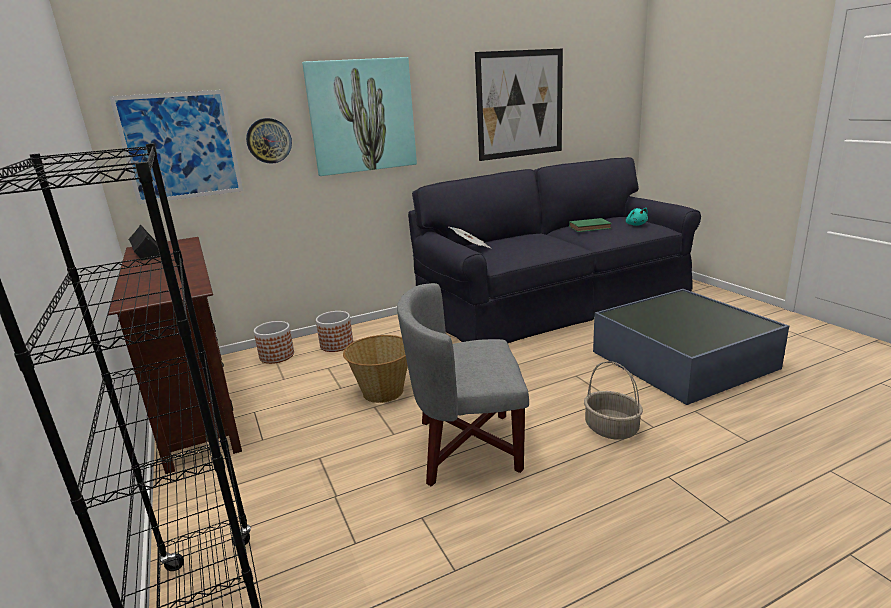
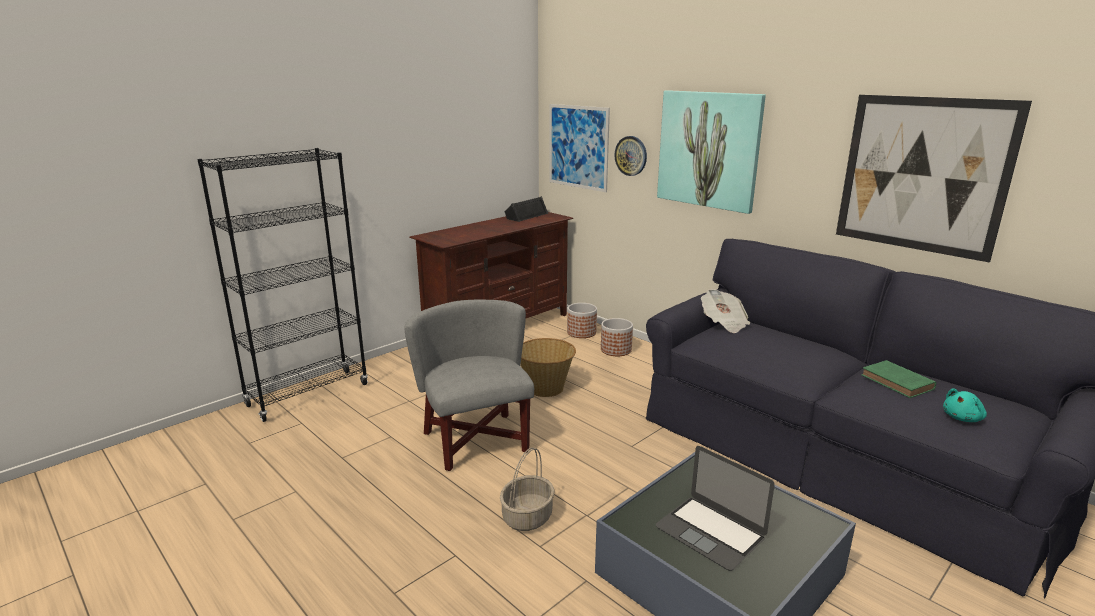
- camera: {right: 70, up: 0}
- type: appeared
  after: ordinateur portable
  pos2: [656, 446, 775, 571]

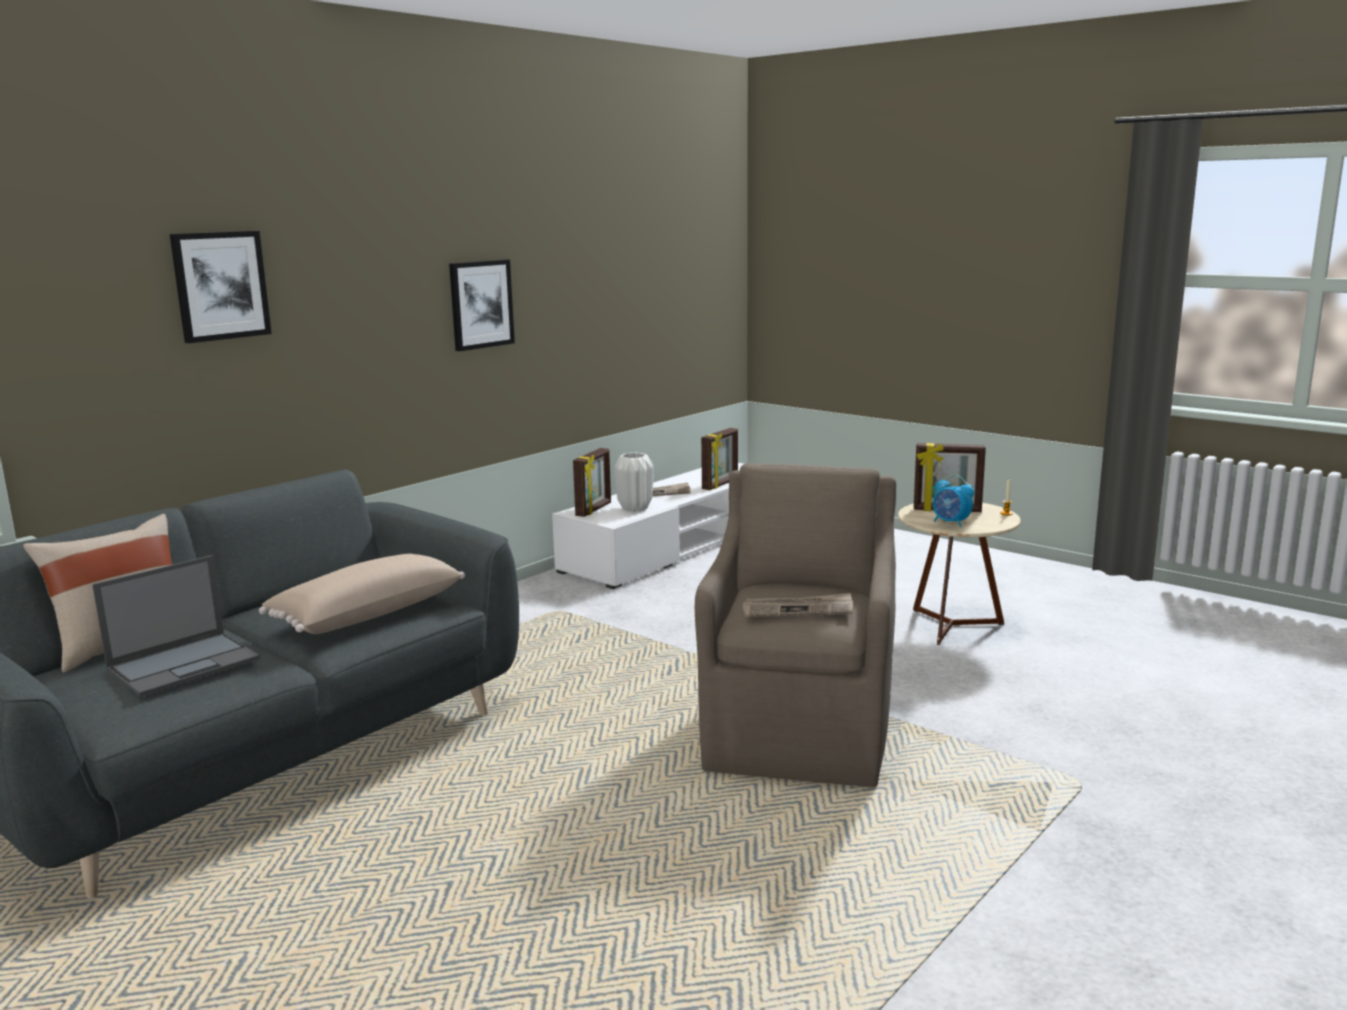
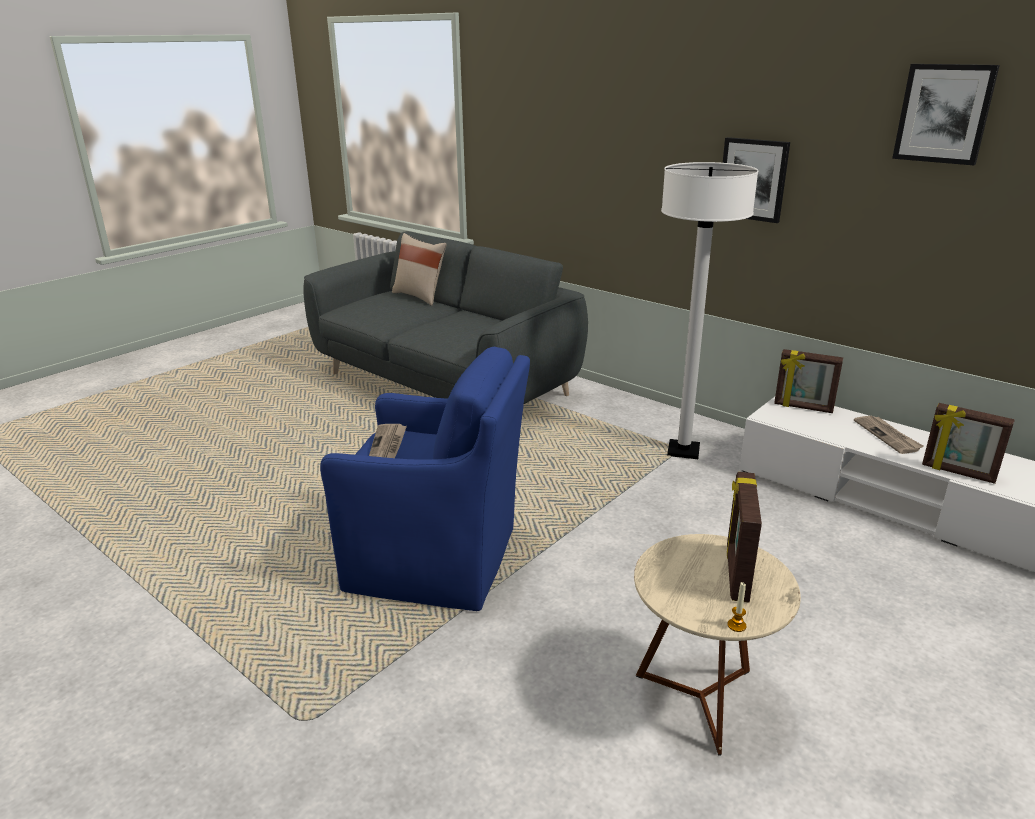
- camera: {right: 90, up: 10}
- type: missing
  before: ordinateur portable
  pos1: [92, 555, 260, 696]
- type: missing
  before: coussin/beige
  pos1: [259, 554, 465, 634]
- type: missing
  before: vase/blanc
  pos1: [614, 453, 654, 512]
- type: missing
  before: réveil
  pos1: [933, 475, 974, 527]
- type: appeared
  after: lampadaire/blanc
  pos2: [661, 162, 759, 459]
- type: relocated
  before: tableau
  pos1: [170, 231, 272, 343]
  pos2: [892, 64, 1000, 165]
- type: colour
  before: fauteuil/marron
  after: fauteuil/bleu
  pos1: [695, 463, 896, 787]
  pos2: [320, 347, 530, 611]

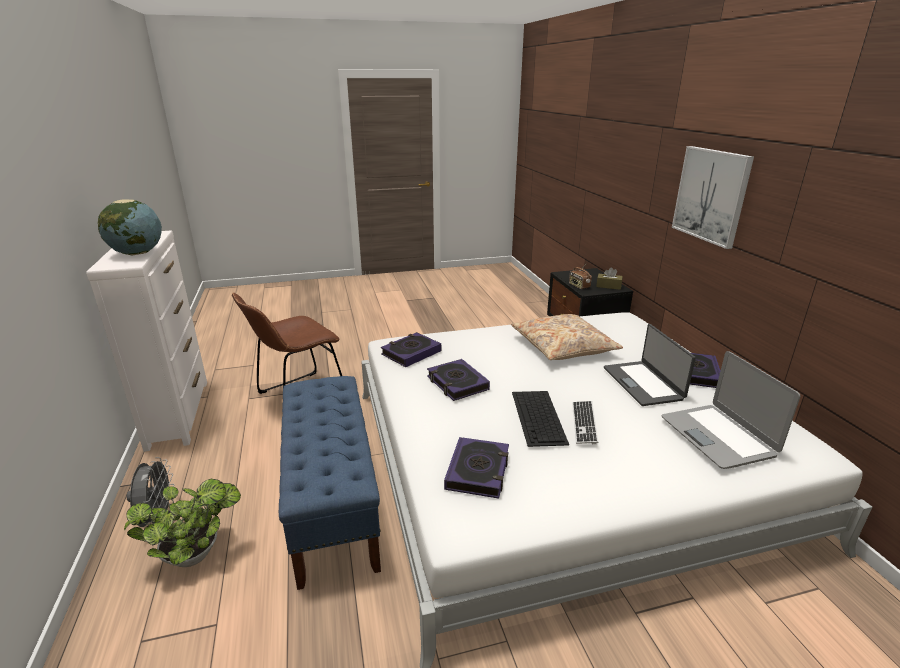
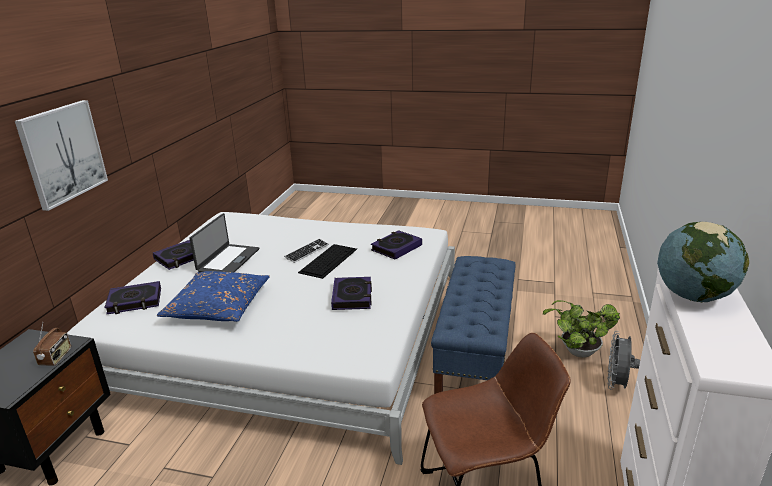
- camera: {right: -150, up: 0}
- type: missing
  before: boîte à mouchoirs/marron
  pos1: [596, 267, 623, 290]
- type: missing
  before: ordinateur portable
  pos1: [662, 351, 800, 469]
- type: relocated
  before: livre
  pos1: [381, 332, 442, 367]
  pos2: [104, 281, 161, 314]
- type: colour
  before: coussin/beige
  after: coussin/bleu
  pos1: [511, 314, 623, 360]
  pos2: [157, 271, 270, 322]

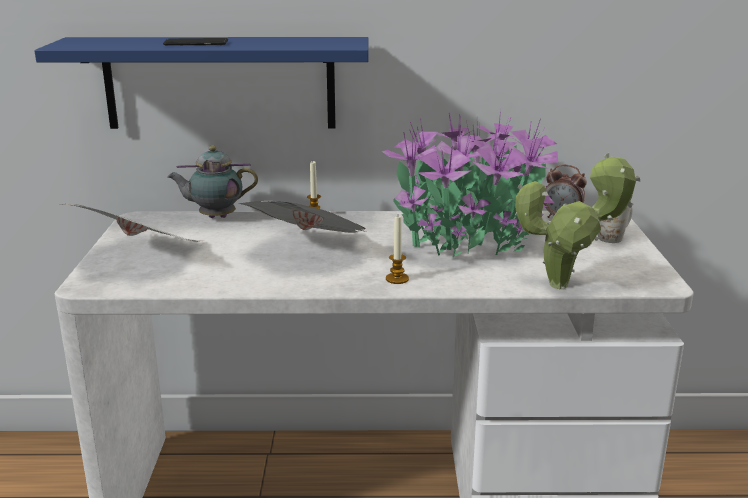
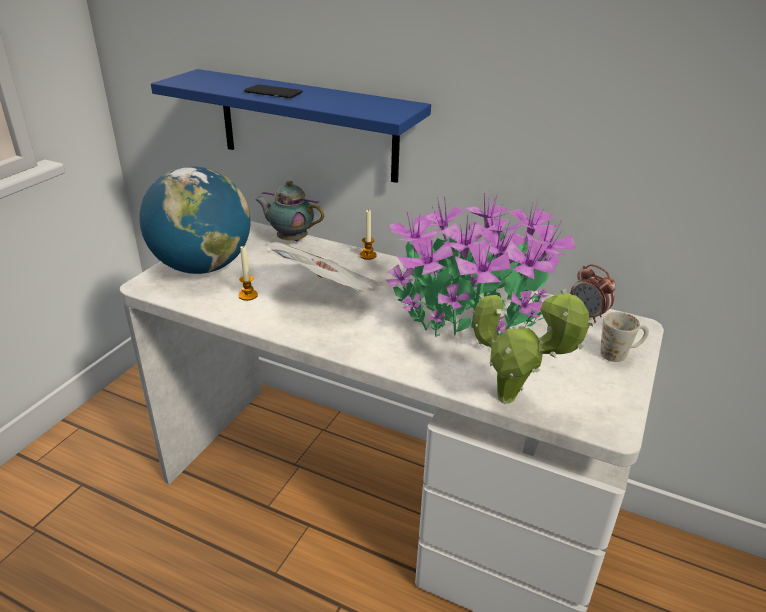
- camera: {right: 25, up: 10}
- type: relocated
  before: bougie
  pos1: [386, 216, 409, 284]
  pos2: [238, 246, 258, 301]
- type: exchanged
  before: journal
  after: globe
  pos1: [59, 204, 204, 242]
  pos2: [139, 166, 250, 274]

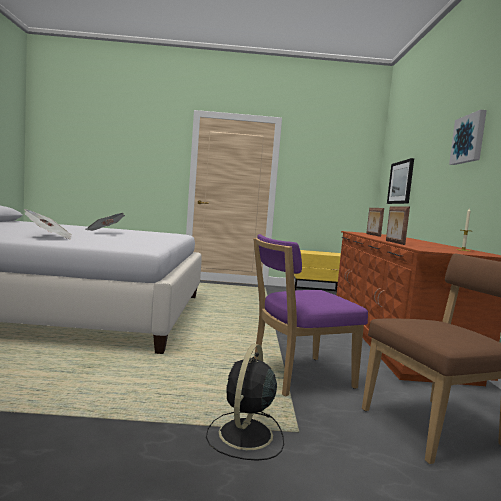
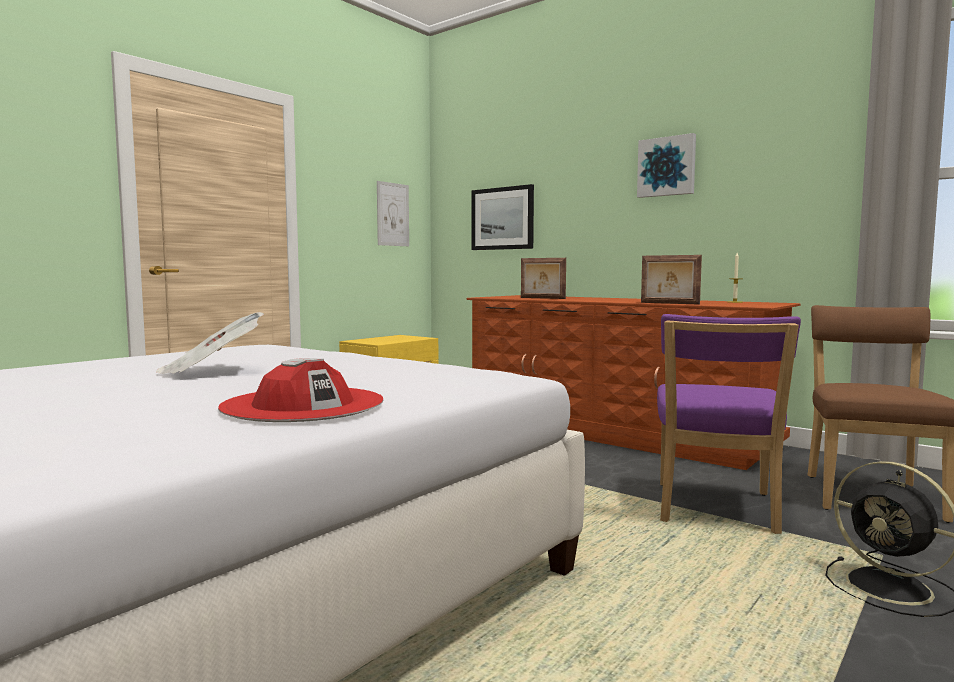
- camera: {right: -50, up: 0}
- type: appeared
  after: tableau
  pos2: [377, 181, 409, 246]
- type: exchanged
  before: journal
  after: chapeau/rouge
  pos1: [24, 209, 72, 239]
  pos2: [218, 358, 384, 422]

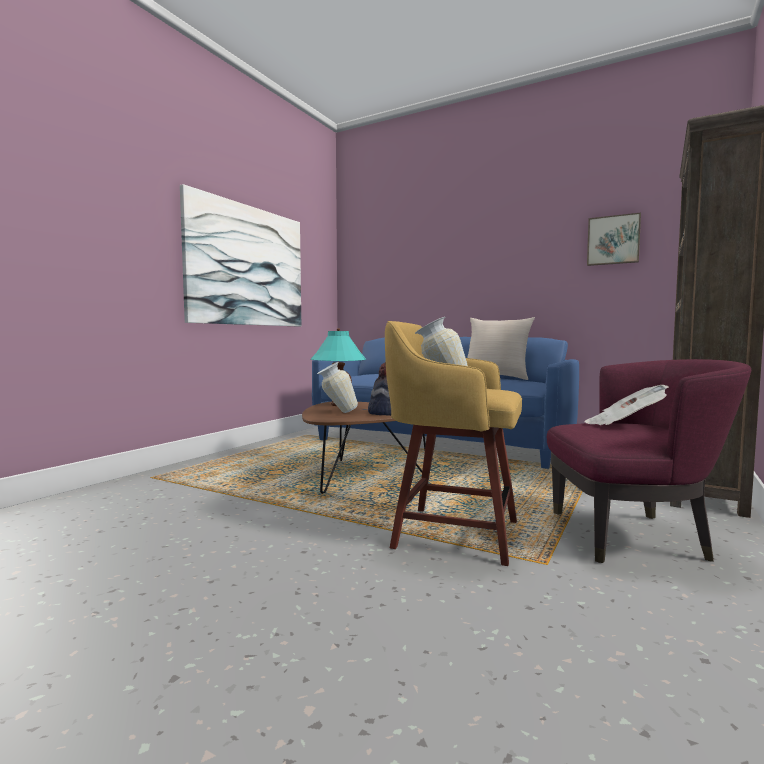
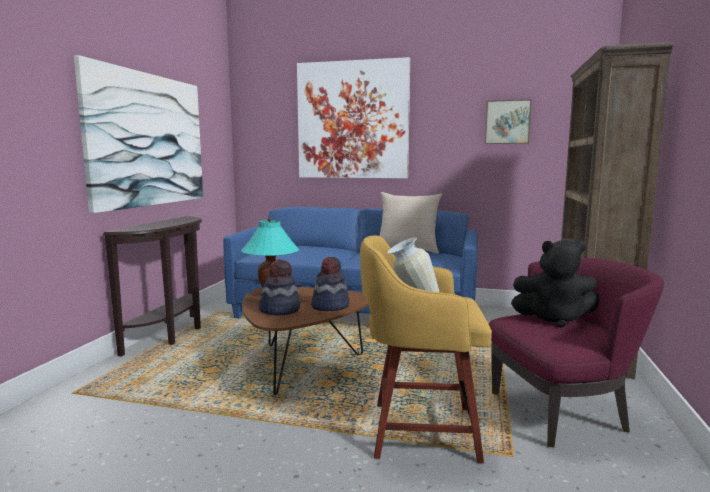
- camera: {right: -15, up: 5}
- type: appeared
  after: table console/marron
  pos2: [103, 216, 202, 357]
- type: appeared
  after: tableau
  pos2: [297, 57, 410, 178]
- type: exchanged
  before: vase
  after: chapeau
  pos1: [317, 362, 358, 413]
  pos2: [259, 259, 300, 315]
- type: exchanged
  before: journal
  after: peluche/noir
  pos1: [585, 385, 669, 425]
  pos2: [511, 240, 599, 327]

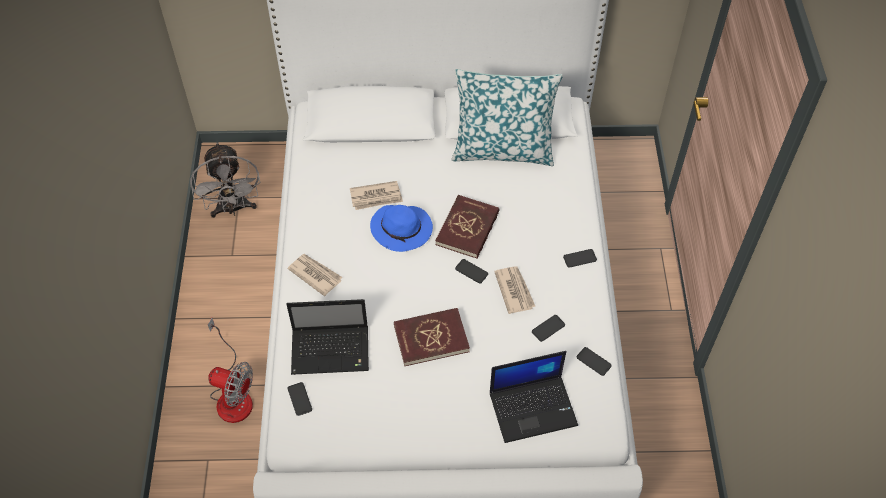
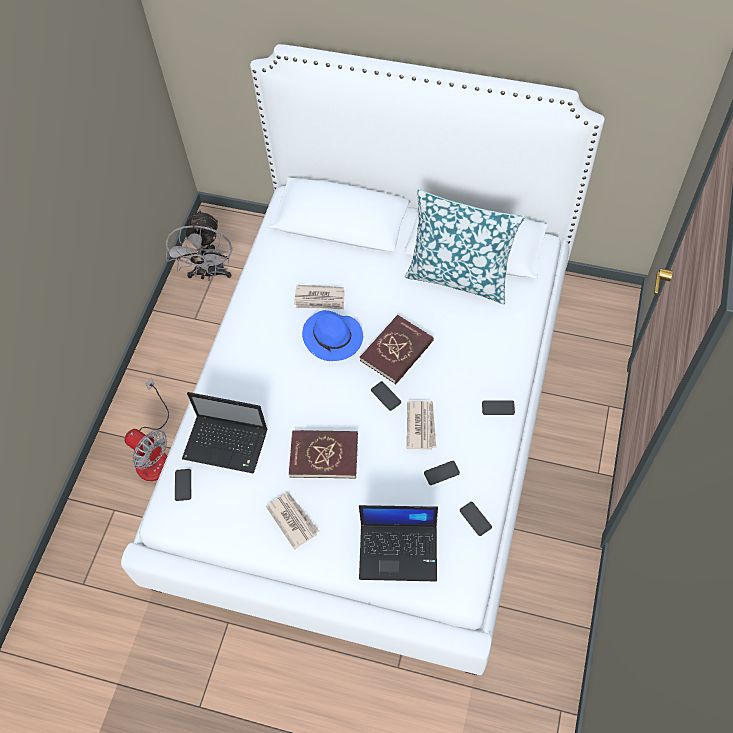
- camera: {right: 20, up: 5}
- type: relocated
  before: journal
  pos1: [288, 254, 343, 296]
  pos2: [266, 492, 319, 549]

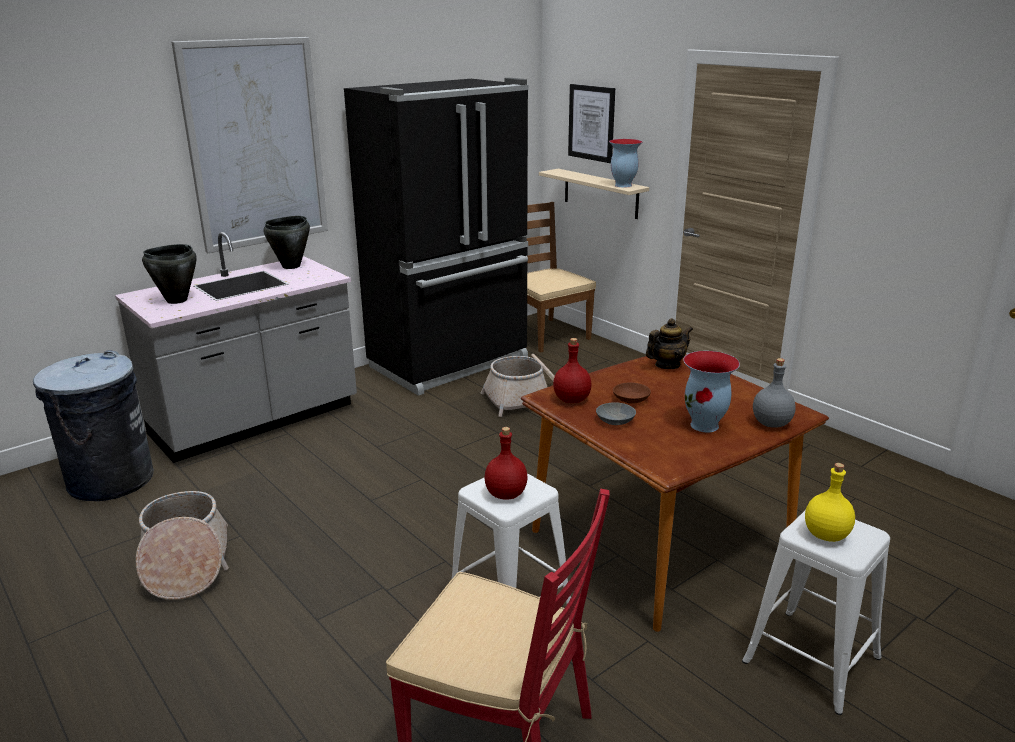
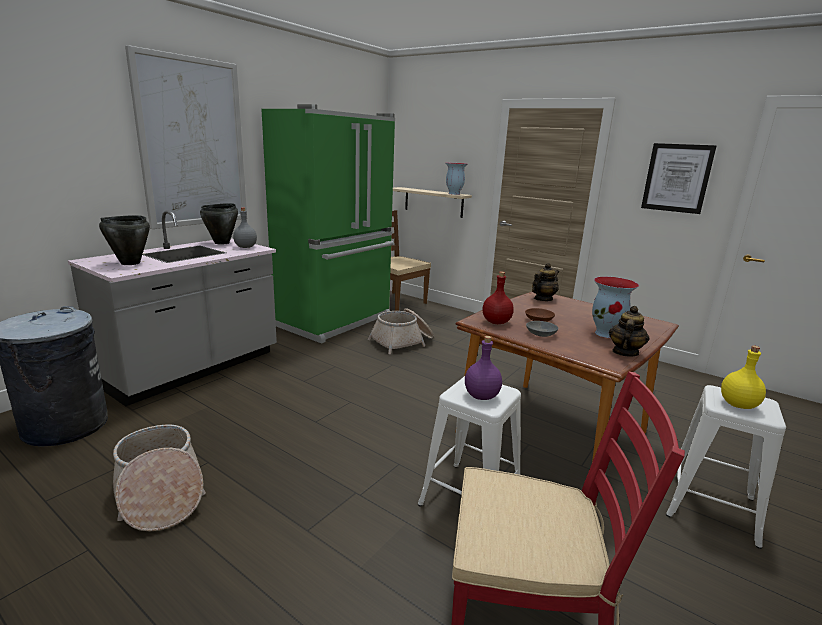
- camera: {right: -15, up: -5}
- type: appeared
  after: théière
  pos2: [609, 306, 649, 357]
- type: relocated
  before: tableau
  pos1: [568, 84, 615, 163]
  pos2: [641, 143, 717, 214]
- type: relocated
  before: bouteille/gris
  pos1: [753, 358, 796, 428]
  pos2: [233, 207, 257, 248]
- type: colour
  before: réfrigérateur/noir
  after: réfrigérateur/vert
  pos1: [344, 78, 528, 396]
  pos2: [261, 104, 395, 344]
- type: colour
  before: bouteille/rouge
  after: bouteille/violet
  pos1: [485, 427, 528, 499]
  pos2: [465, 336, 502, 400]

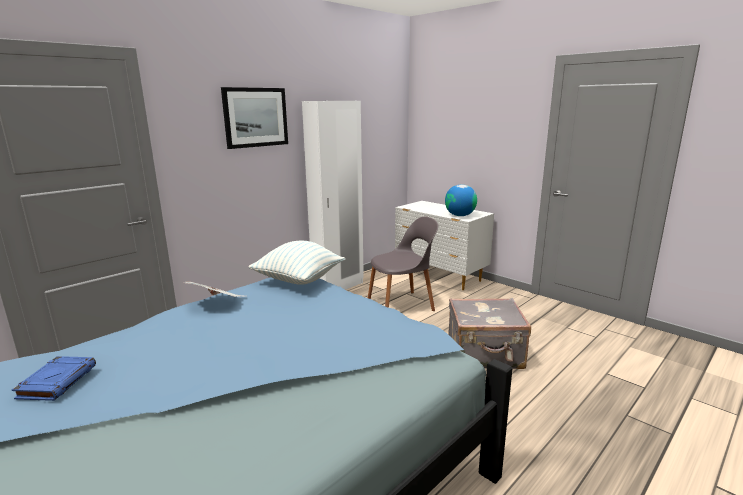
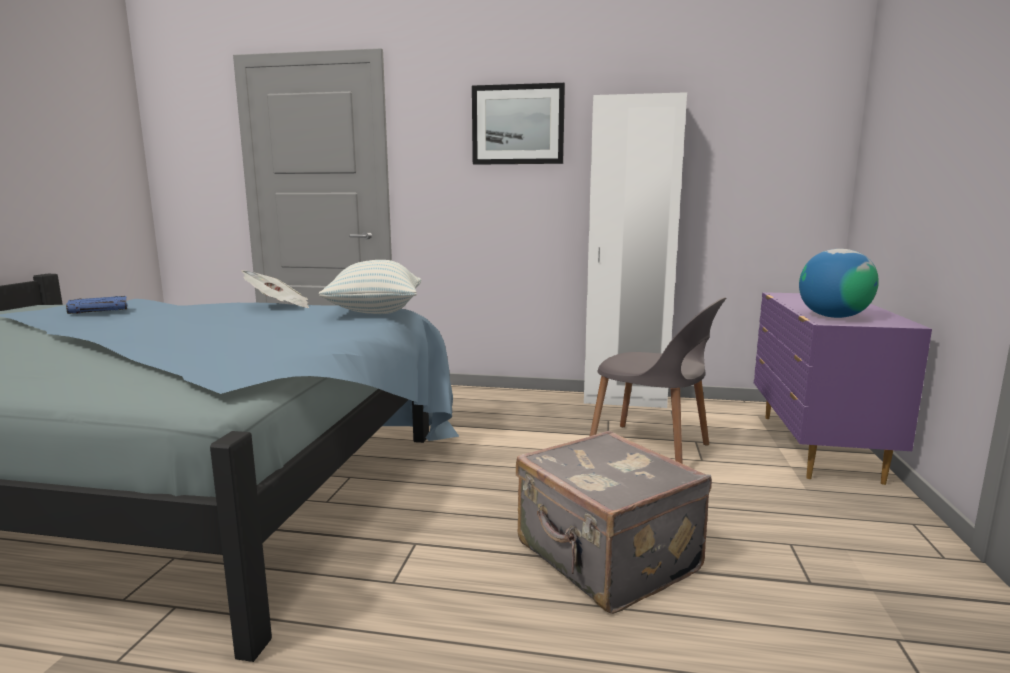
- camera: {right: 55, up: -5}
- type: colour
  before: commode/blanc
  after: commode/violet
  pos1: [395, 201, 494, 290]
  pos2: [754, 292, 932, 485]

